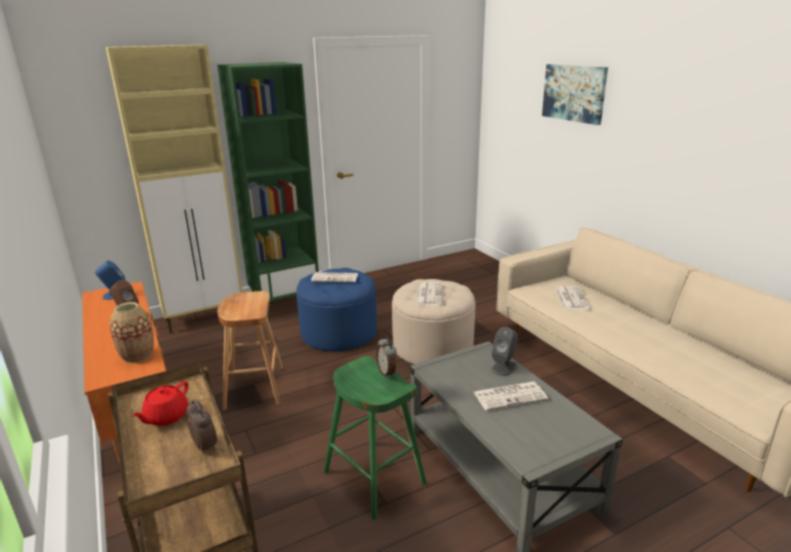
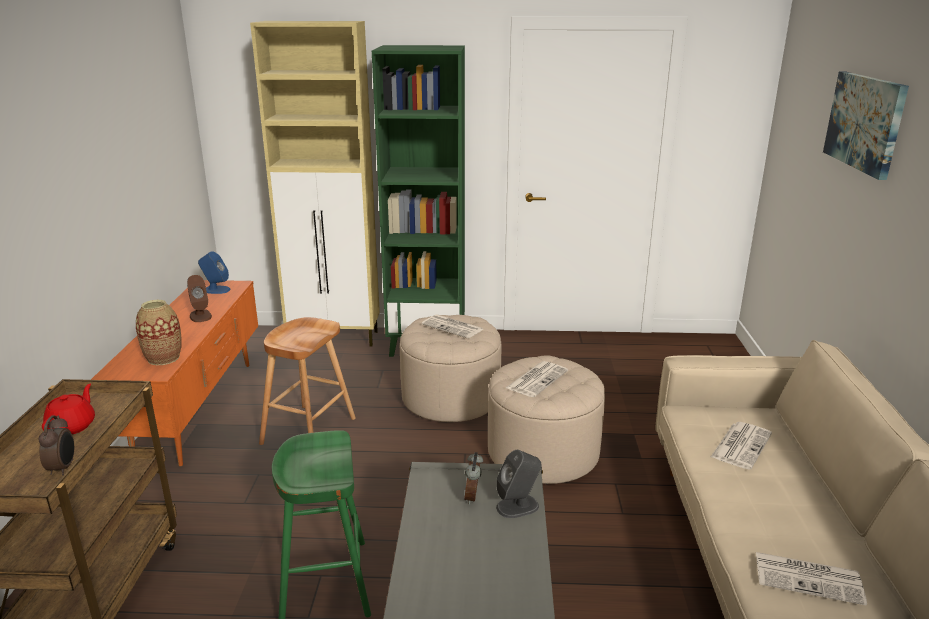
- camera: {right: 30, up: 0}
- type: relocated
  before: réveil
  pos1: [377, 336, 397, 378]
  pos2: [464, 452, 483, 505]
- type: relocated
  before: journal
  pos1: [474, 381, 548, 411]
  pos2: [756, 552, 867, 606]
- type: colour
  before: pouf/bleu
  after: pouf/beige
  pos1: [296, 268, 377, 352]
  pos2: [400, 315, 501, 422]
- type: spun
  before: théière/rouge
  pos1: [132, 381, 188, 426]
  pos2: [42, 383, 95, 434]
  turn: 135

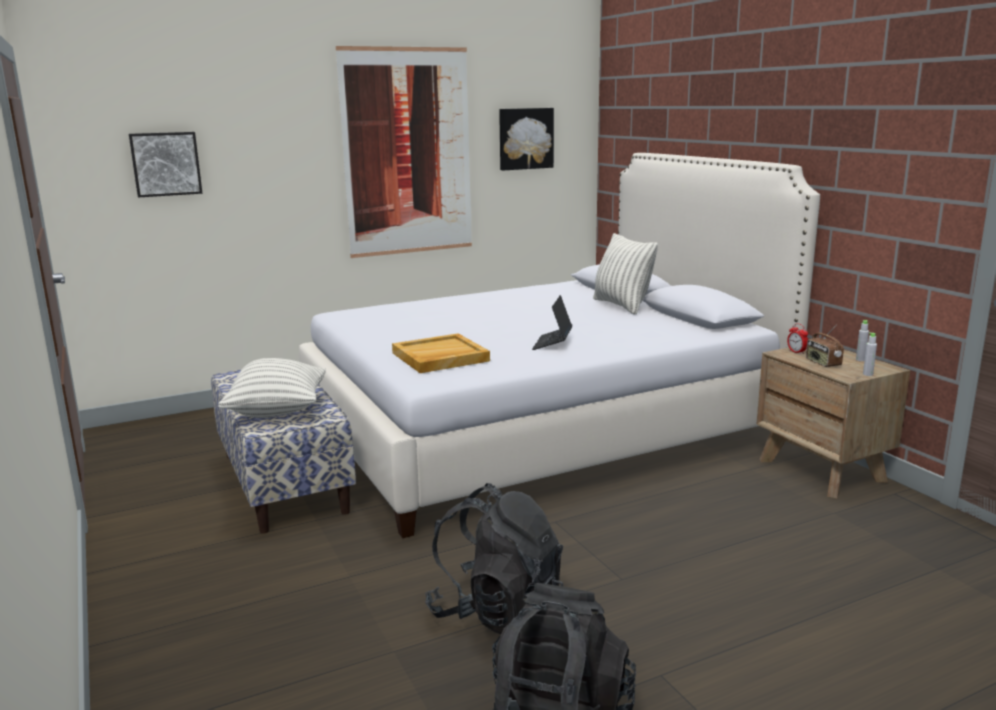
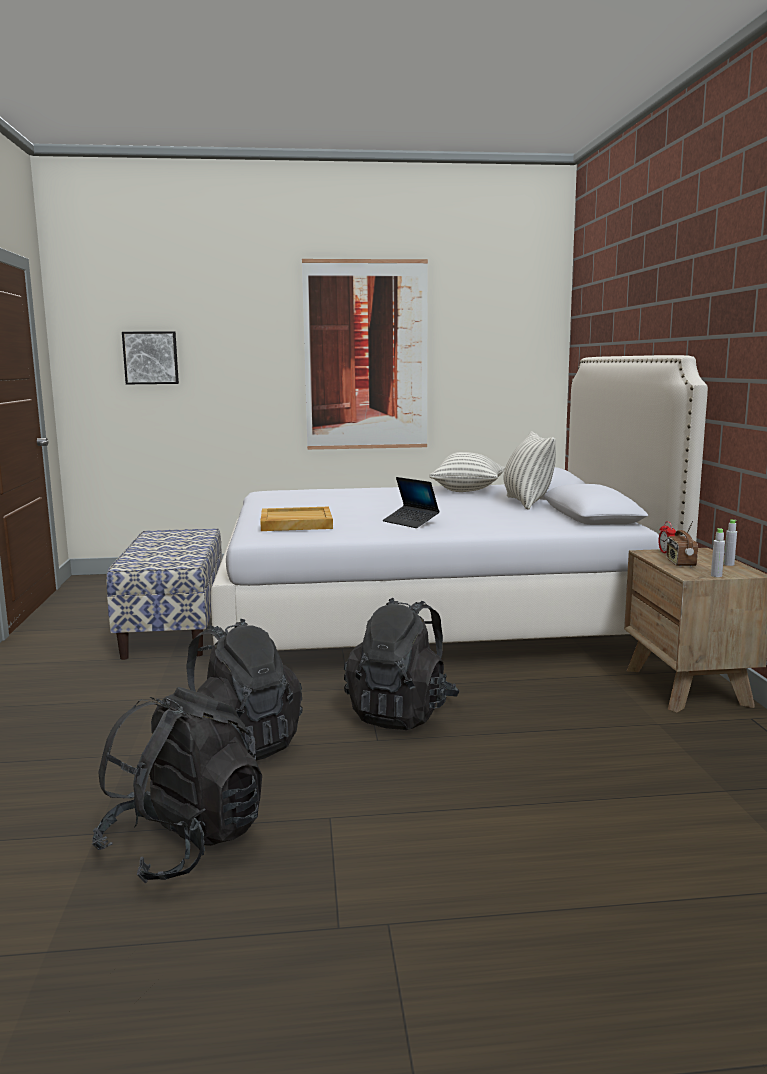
- camera: {right: 20, up: -5}
- type: missing
  before: tableau
  pos1: [499, 108, 554, 170]
- type: appeared
  after: sac à dos/noir
  pos2: [344, 598, 460, 730]
- type: relocated
  before: coussin
  pos1: [218, 358, 326, 418]
  pos2: [429, 452, 505, 492]
- type: spun
  before: ordinateur portable
  pos1: [532, 295, 572, 350]
  pos2: [383, 477, 440, 528]
  turn: -75

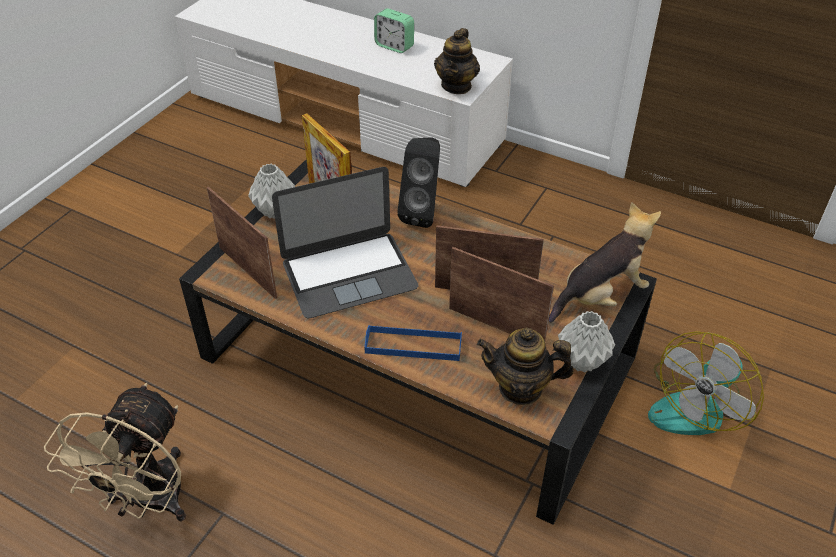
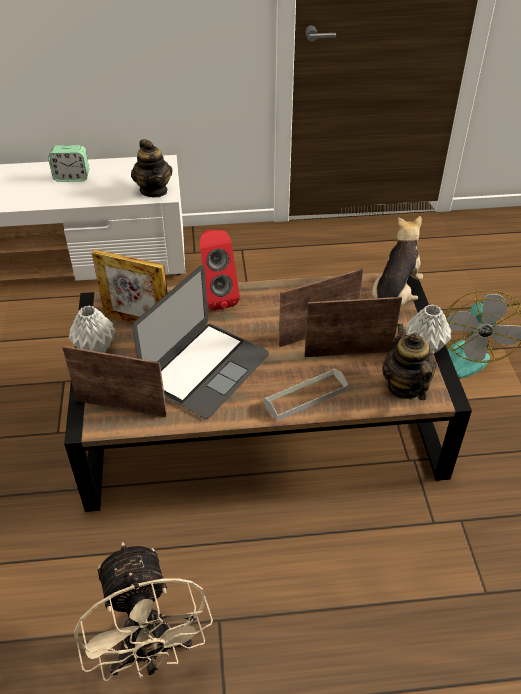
- camera: {right: -35, up: 0}
- type: colour
  before: plateau/bleu
  after: plateau/gris
  pos1: [364, 325, 462, 361]
  pos2: [264, 368, 349, 421]
- type: colour
  before: enceinte/noir
  after: enceinte/rouge
  pos1: [397, 137, 440, 228]
  pos2: [200, 230, 240, 310]
- type: spun
  before: théière
  pos1: [477, 327, 574, 405]
  pos2: [382, 323, 436, 400]
  turn: 105

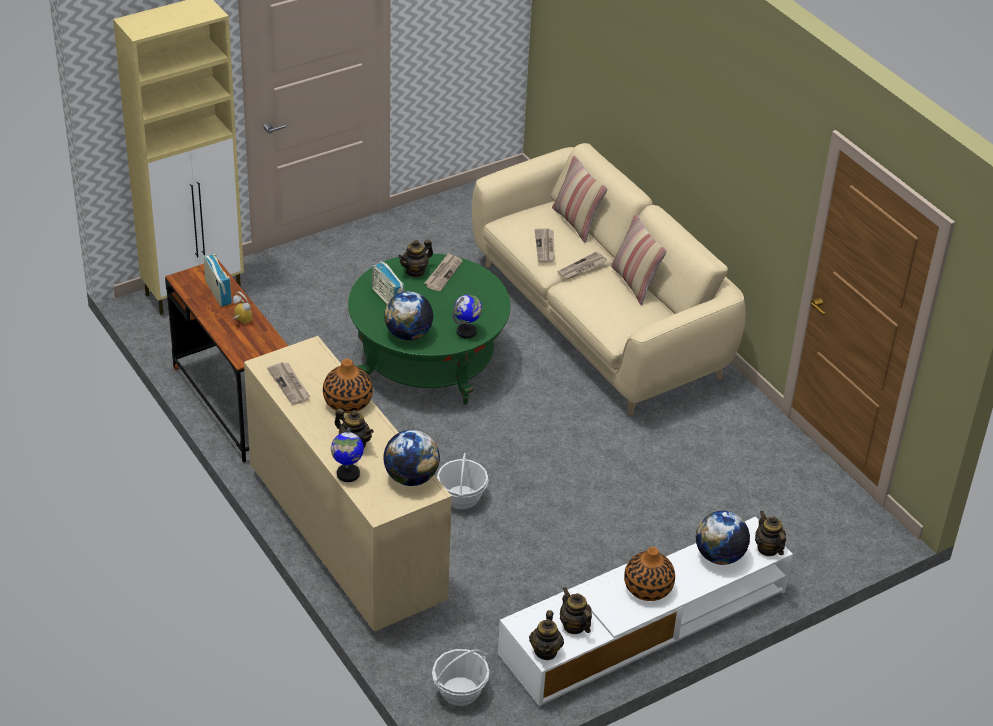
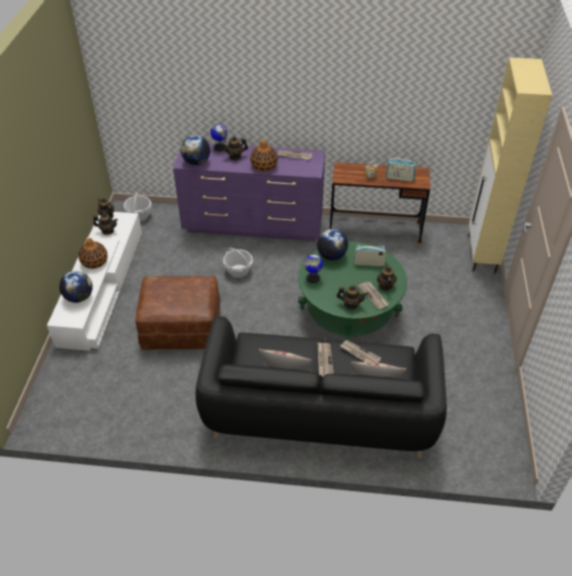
- camera: {right: 130, up: 5}
- type: appeared
  after: pouf/marron
  pos2: [136, 276, 221, 350]
- type: relocated
  before: théière
  pos1: [755, 511, 786, 556]
  pos2: [337, 285, 367, 309]
- type: colour
  before: commode/beige
  after: commode/violet
  pos1: [244, 336, 452, 631]
  pos2: [173, 143, 325, 241]
- type: colour
  before: canapé/beige
  after: canapé/noir
  pos1: [472, 143, 746, 415]
  pos2: [195, 316, 447, 458]

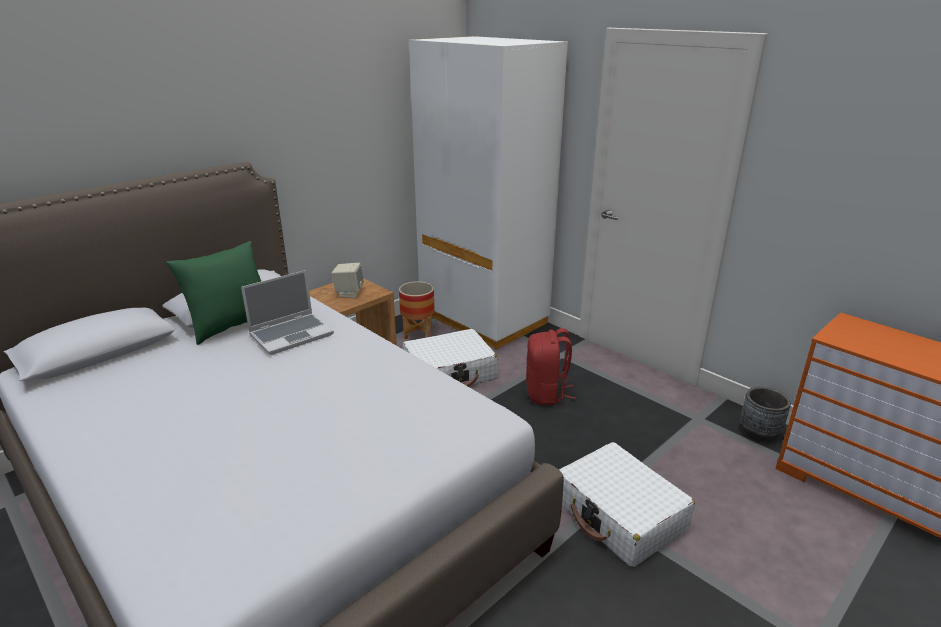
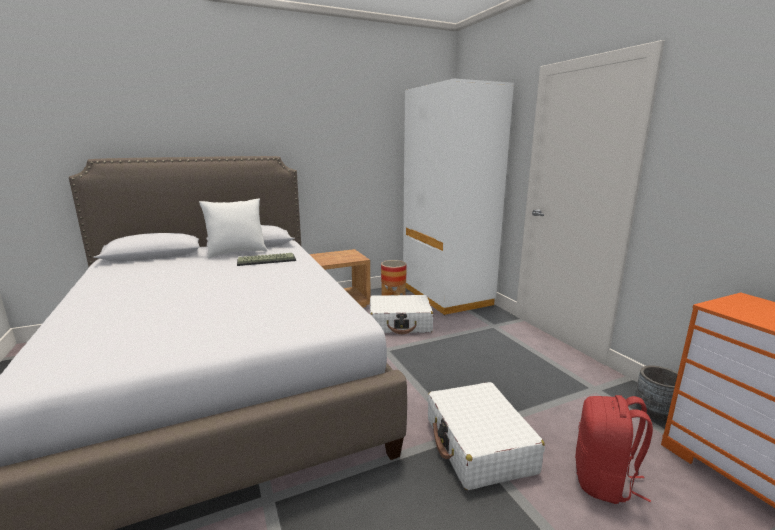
- camera: {right: 20, up: -10}
- type: missing
  before: enceinte/beige
  pos1: [332, 263, 364, 298]
- type: relocated
  before: sac à dos/rouge
  pos1: [526, 328, 576, 405]
  pos2: [575, 395, 653, 504]
- type: exchanged
  before: ordinateur portable
  after: clavier
  pos1: [241, 270, 334, 355]
  pos2: [237, 253, 296, 266]
- type: colour
  before: coussin/vert
  after: coussin/blanc
  pos1: [166, 241, 261, 345]
  pos2: [199, 198, 268, 258]

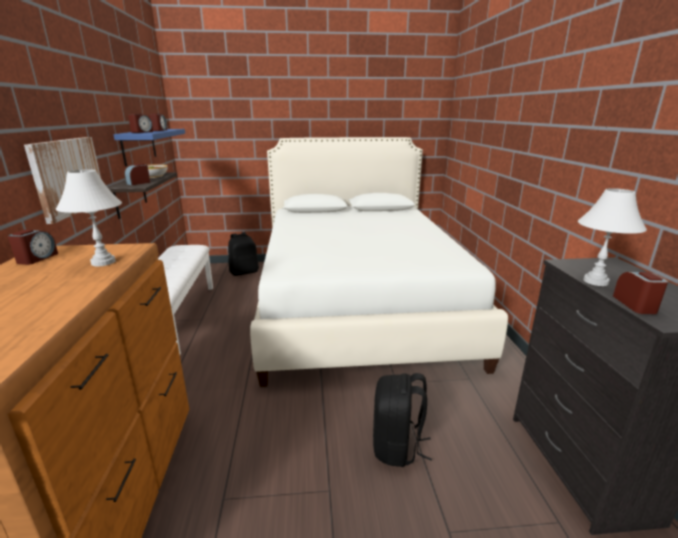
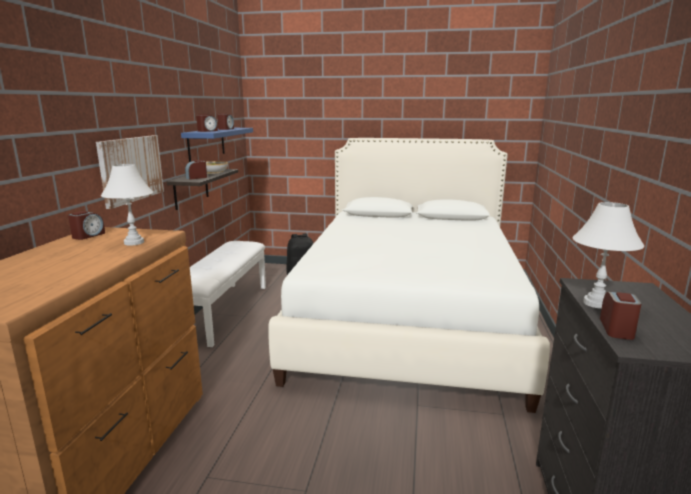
- camera: {right: 15, up: -5}
- type: missing
  before: sac à dos/noir
  pos1: [373, 373, 432, 467]

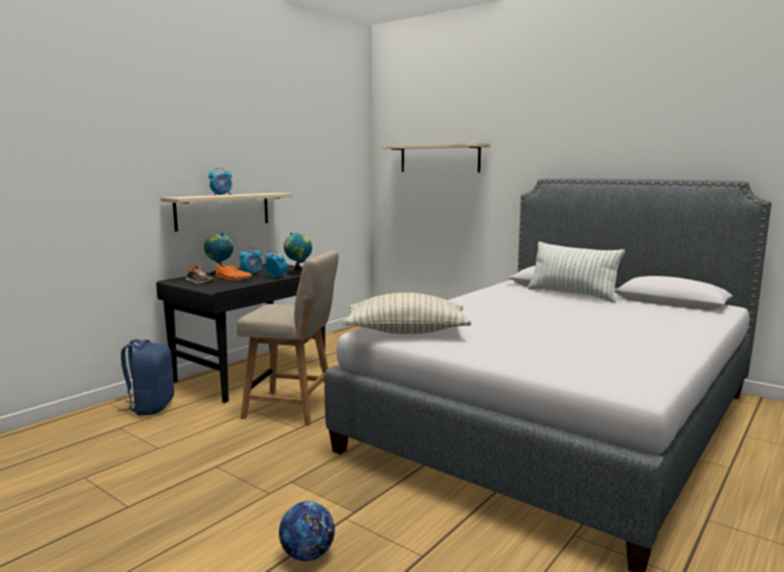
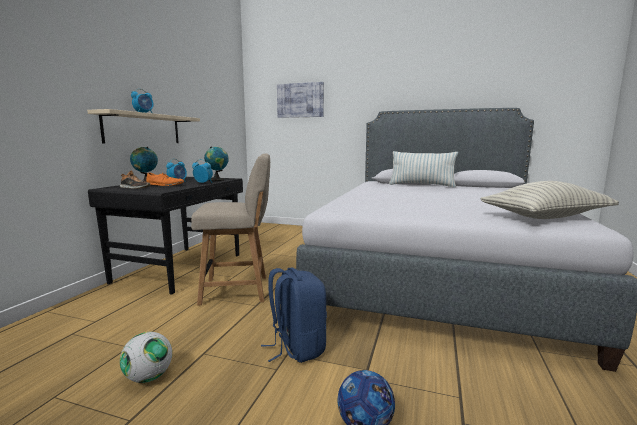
- camera: {right: -20, up: 0}
- type: appeared
  after: ballon de foot
  pos2: [120, 332, 172, 383]
- type: relocated
  before: sac à dos/bleu
  pos1: [118, 339, 174, 415]
  pos2: [261, 268, 327, 363]
- type: relocated
  before: coussin
  pos1: [343, 293, 471, 334]
  pos2: [480, 181, 619, 219]
- type: exchanged
  before: étagère/beige
  after: tableau
  pos1: [381, 143, 490, 173]
  pos2: [277, 82, 324, 118]

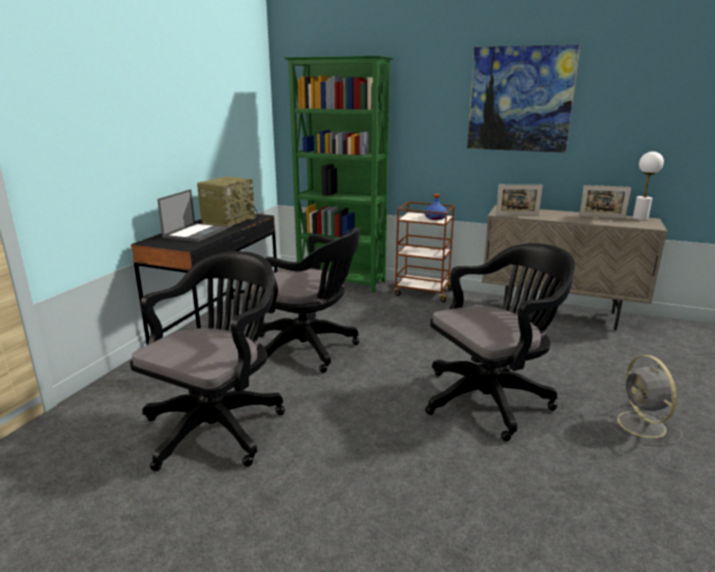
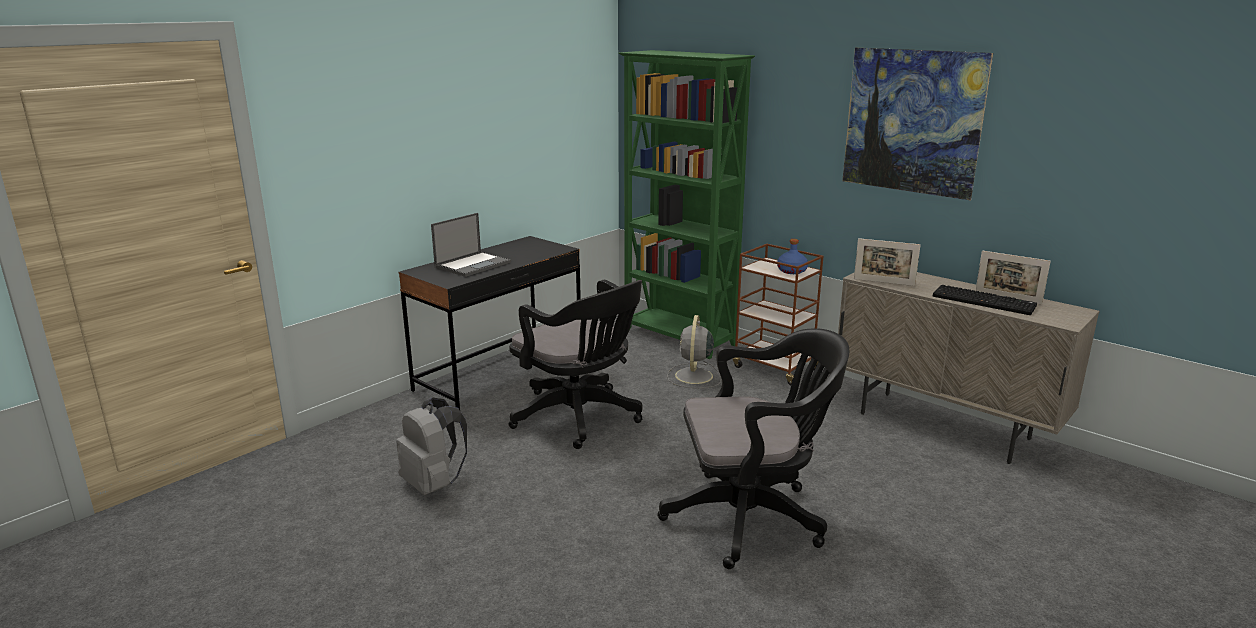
- camera: {right: 20, up: 0}
- type: missing
  before: radio
  pos1: [197, 176, 257, 228]
- type: missing
  before: lampe de table/blanc
  pos1: [633, 151, 664, 220]
- type: appeared
  after: clavier
  pos2: [933, 285, 1037, 315]
- type: relocated
  before: ventilateur/gris
  pos1: [606, 355, 682, 446]
  pos2: [667, 315, 721, 388]
- type: exchanged
  before: chaise de bureau/noir
  after: sac à dos/gris
  pos1: [130, 251, 285, 471]
  pos2: [396, 398, 467, 495]

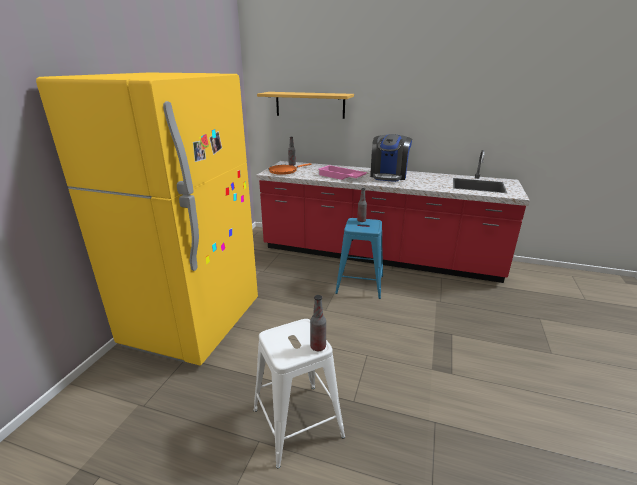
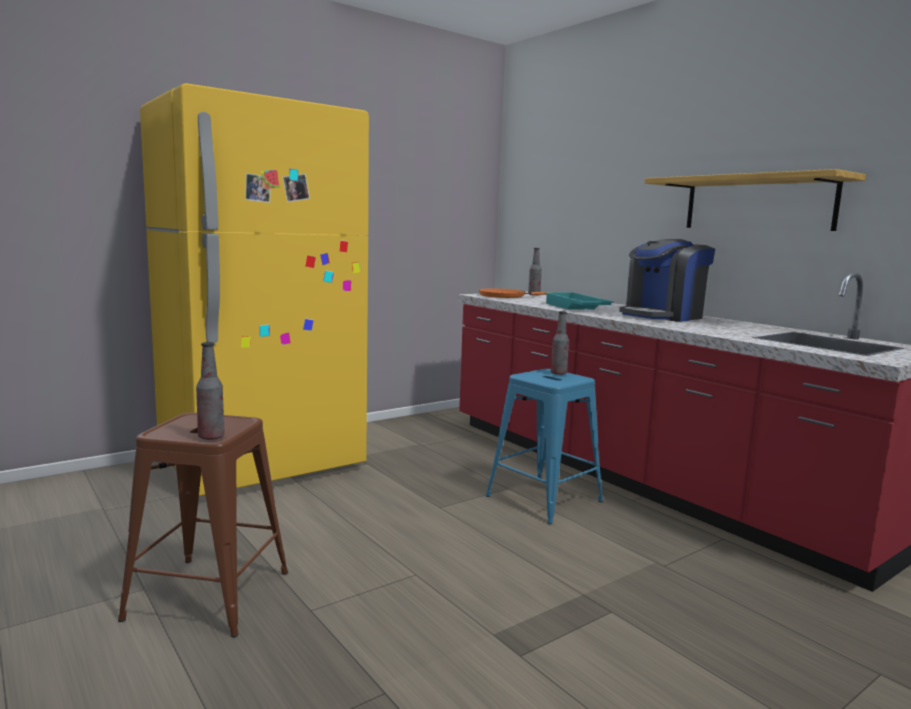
- camera: {right: 35, up: -15}
- type: relocated
  before: étagère
  pos1: [257, 92, 354, 119]
  pos2: [645, 169, 866, 231]
- type: colour
  before: tabouret/blanc
  after: tabouret/marron
  pos1: [253, 319, 345, 468]
  pos2: [118, 413, 288, 637]
- type: colour
  before: plateau/rose
  after: plateau/turquoise
  pos1: [318, 165, 367, 180]
  pos2: [545, 292, 614, 309]

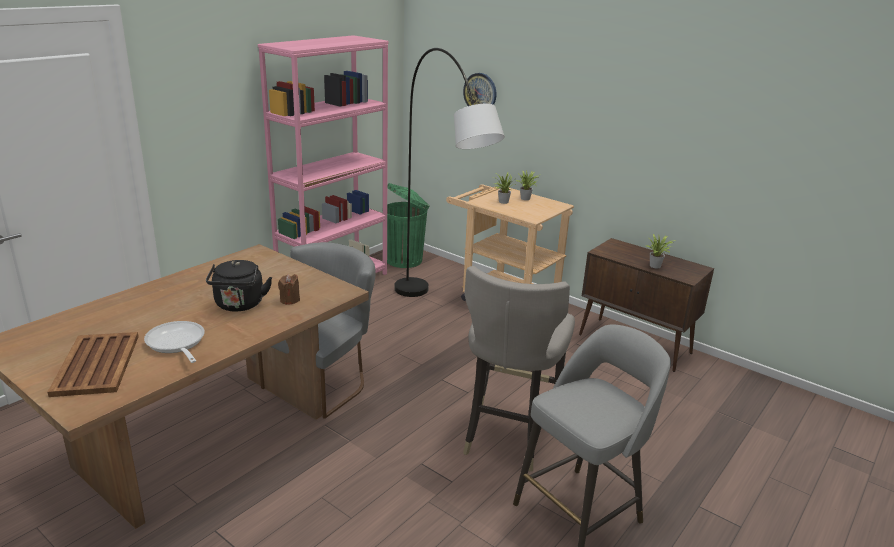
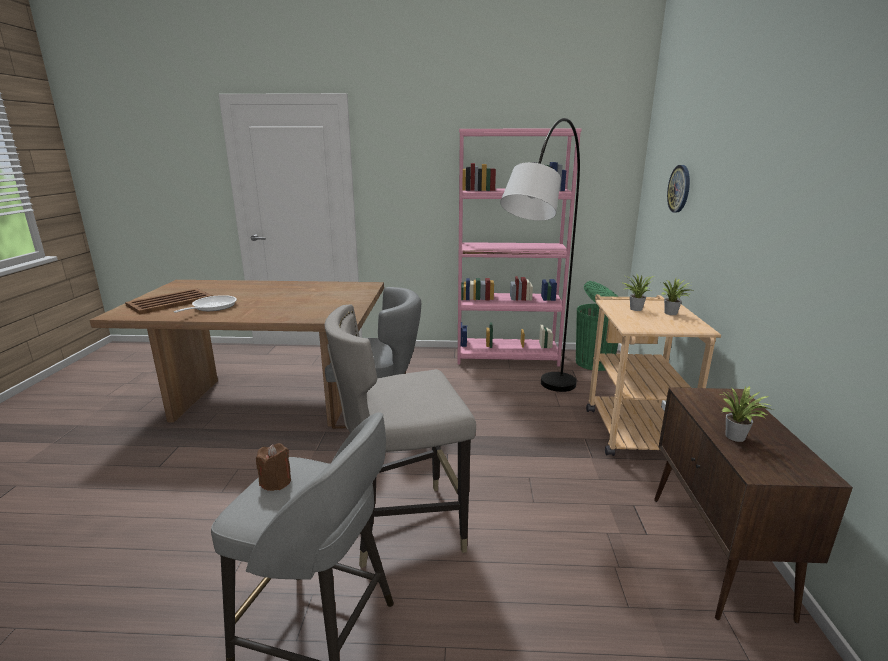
- camera: {right: 55, up: -5}
- type: missing
  before: bouilloire/noir
  pos1: [206, 260, 272, 312]
- type: relocated
  before: bougie/marron
  pos1: [278, 274, 300, 305]
  pos2: [256, 443, 291, 491]

